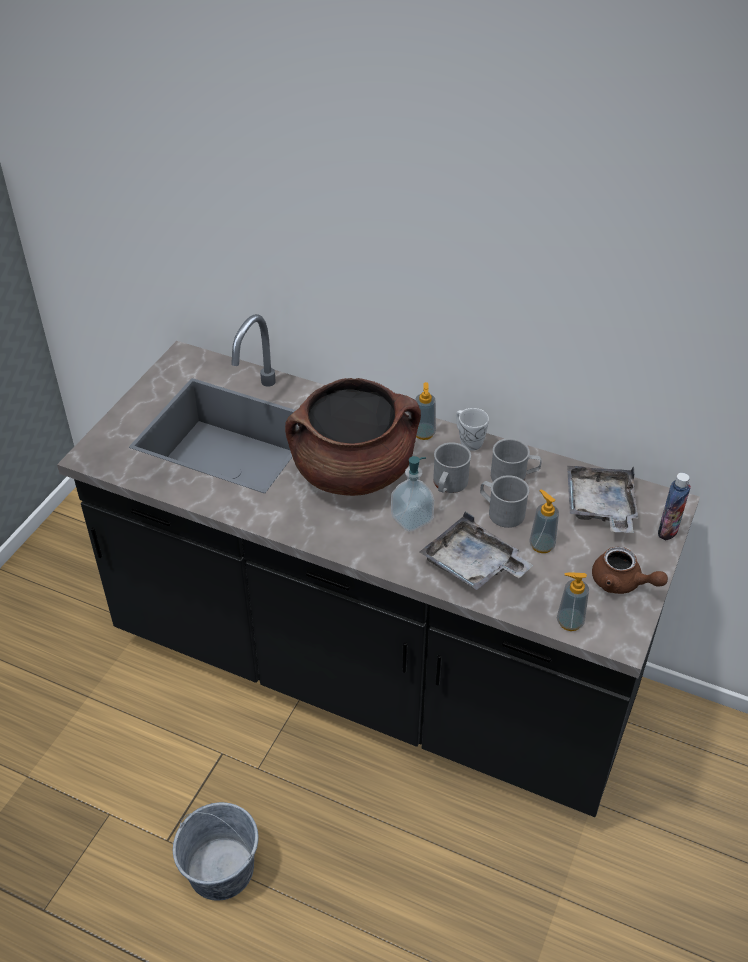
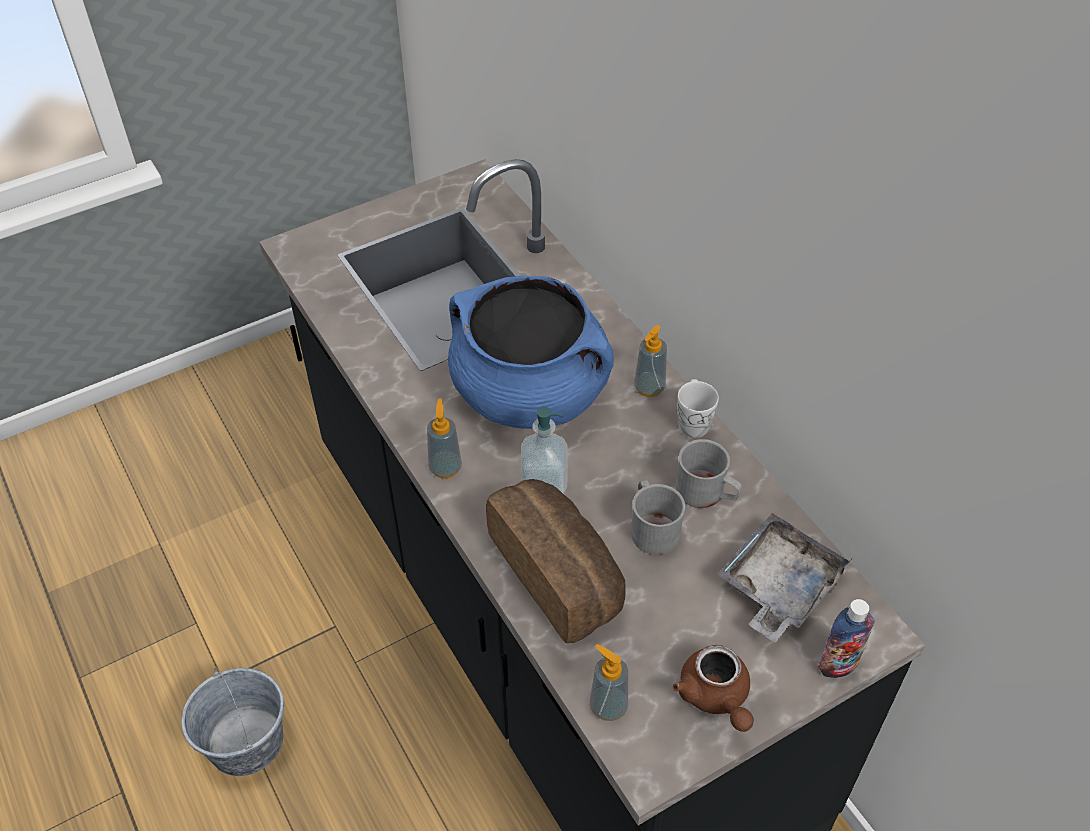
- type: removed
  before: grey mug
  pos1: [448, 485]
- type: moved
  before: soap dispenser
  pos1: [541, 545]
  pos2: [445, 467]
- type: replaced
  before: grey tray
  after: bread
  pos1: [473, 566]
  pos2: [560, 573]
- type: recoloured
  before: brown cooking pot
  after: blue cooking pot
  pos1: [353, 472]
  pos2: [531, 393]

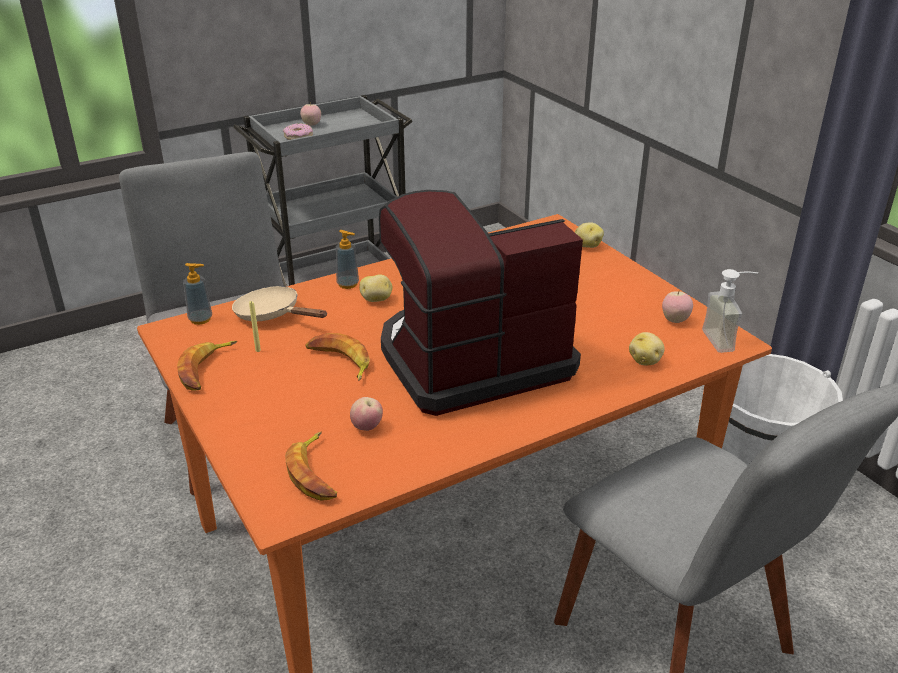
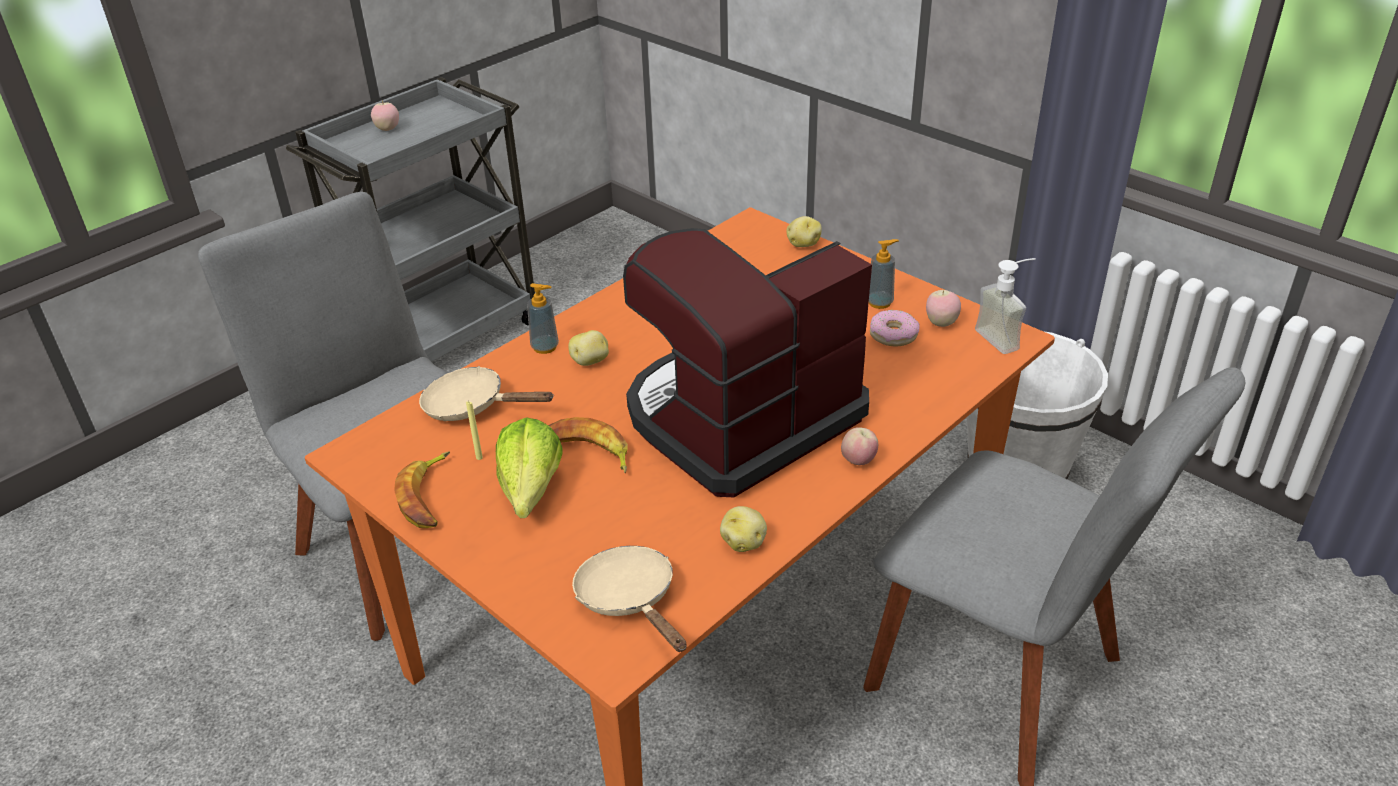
- type: added
  after: lettuce
  pos2: [527, 498]
- type: moved
  before: soap dispenser
  pos1: [200, 319]
  pos2: [879, 302]
- type: moved
  before: donut
  pos1: [298, 137]
  pos2: [893, 335]
- type: moved
  before: apple
  pos1: [367, 427]
  pos2: [858, 461]
- type: moved
  before: potato
  pos1: [645, 361]
  pos2: [744, 542]
- type: replaced
  before: banana
  after: beige frying pan
  pos1: [315, 473]
  pos2: [630, 600]

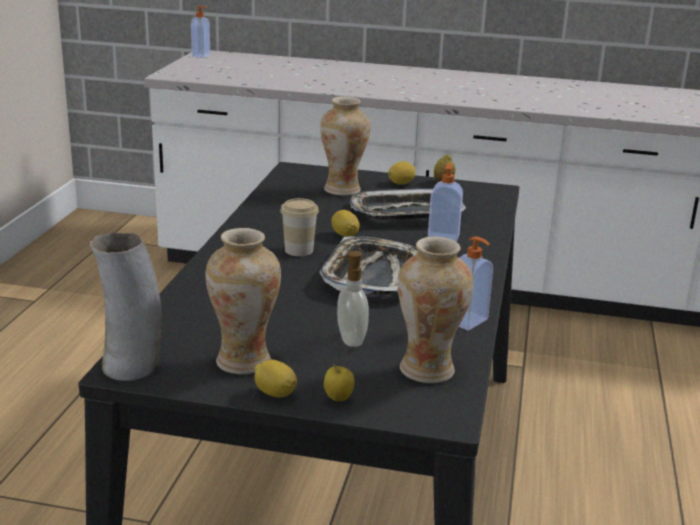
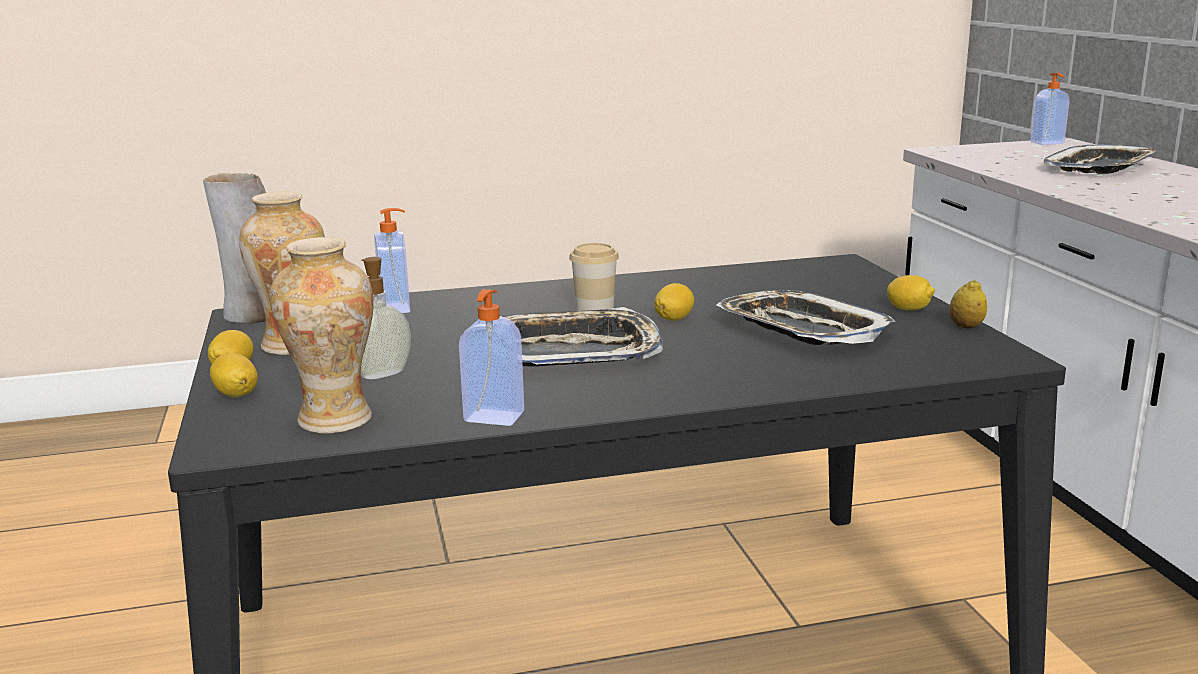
- type: removed
  before: vase
  pos1: [342, 190]
- type: added
  after: tray
  pos2: [1100, 168]
- type: moved
  before: soap dispenser
  pos1: [443, 237]
  pos2: [396, 308]
- type: replaced
  before: apple
  after: lemon
  pos1: [338, 399]
  pos2: [236, 394]

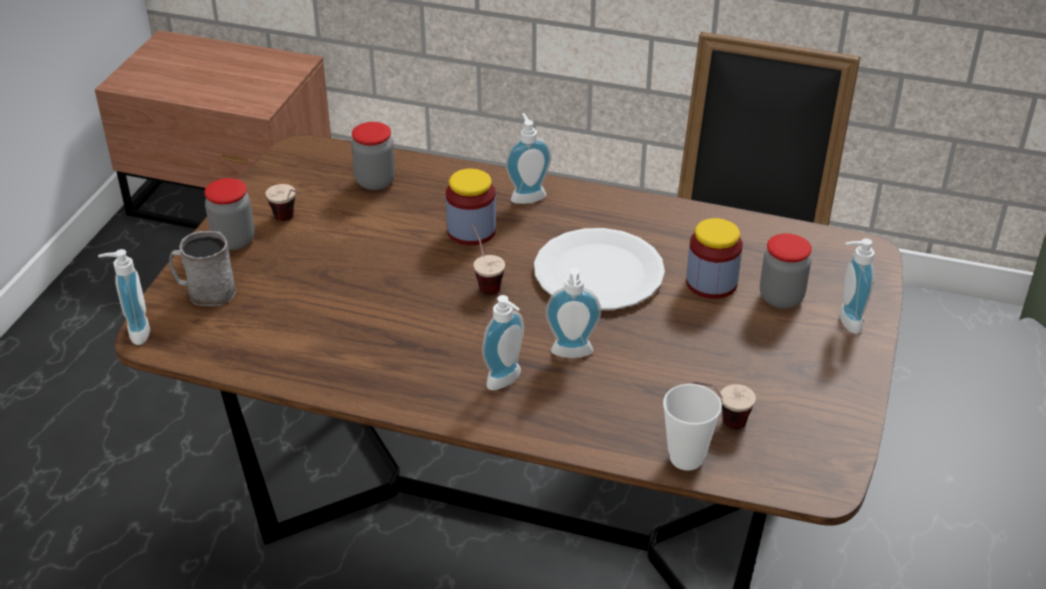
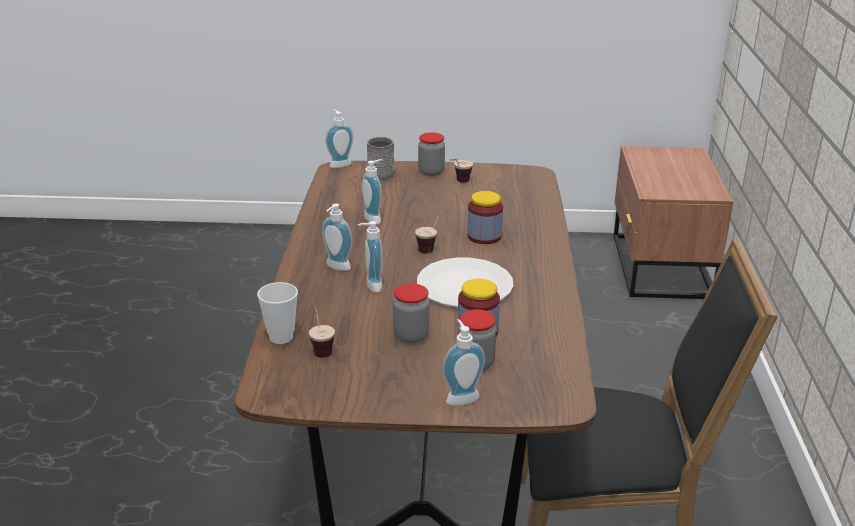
- type: moved
  before: jar
  pos1: [375, 181]
  pos2: [411, 336]
- type: moved
  before: soap dispenser
  pos1: [527, 195]
  pos2: [375, 218]

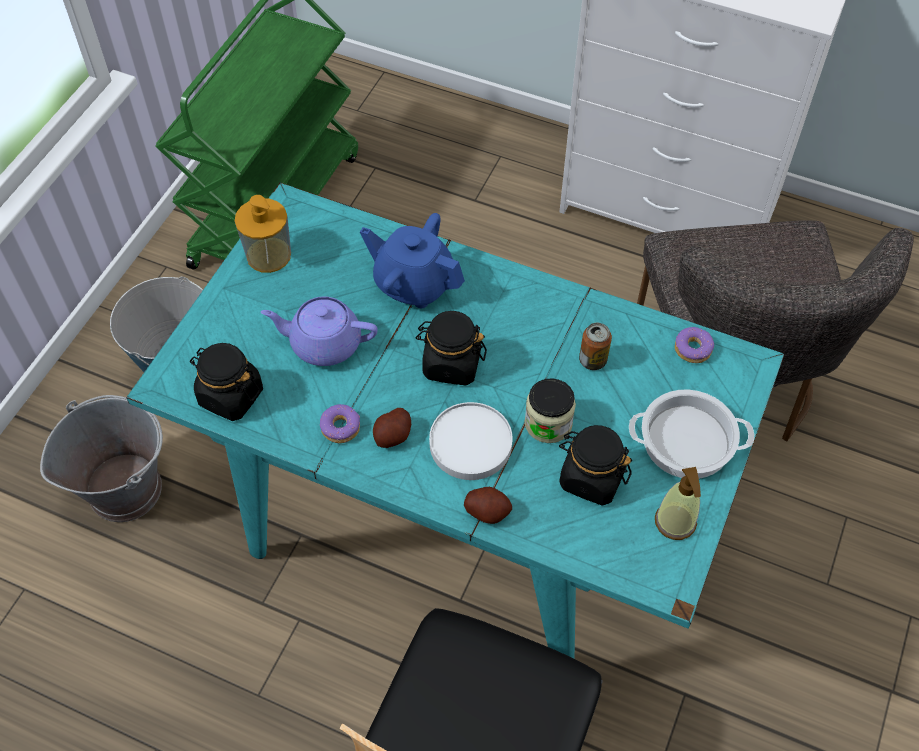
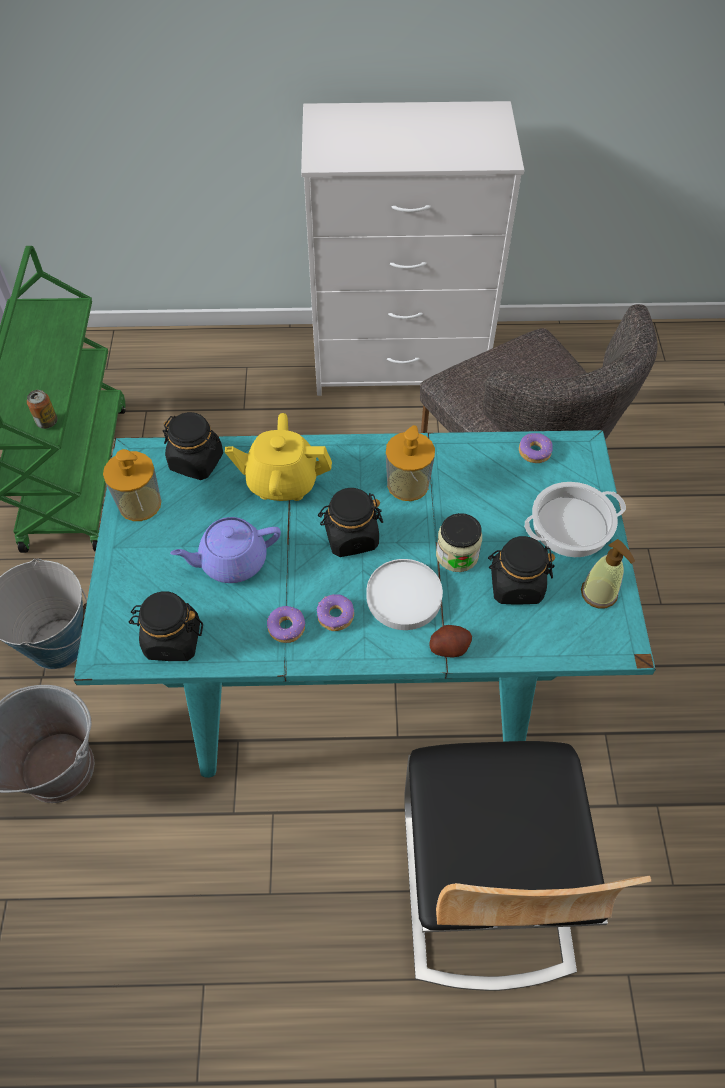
- type: added
  after: black jar
  pos2: [197, 461]
- type: added
  after: soap dispenser
  pos2: [408, 484]
- type: moved
  before: can
  pos1: [593, 360]
  pos2: [47, 422]
- type: replaced
  before: potato
  after: donut
  pos1: [393, 435]
  pos2: [335, 616]
- type: recoloured
  before: blue teapot
  after: yellow teapot
  pos1: [413, 284]
  pos2: [282, 482]

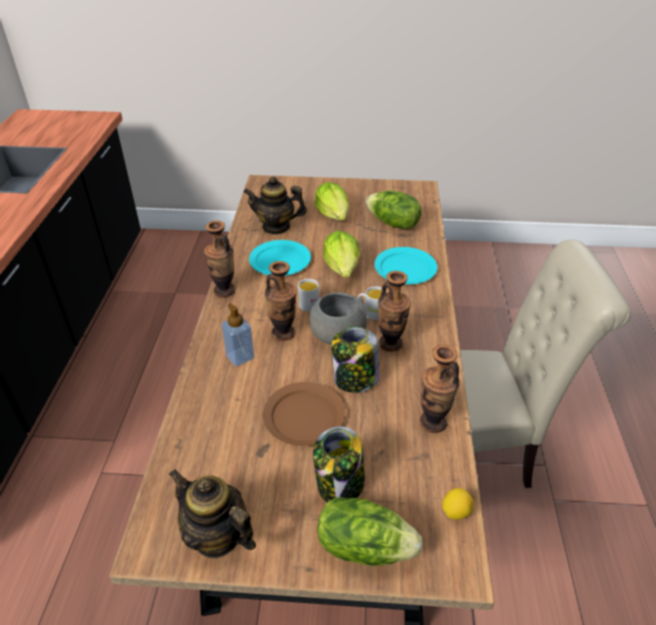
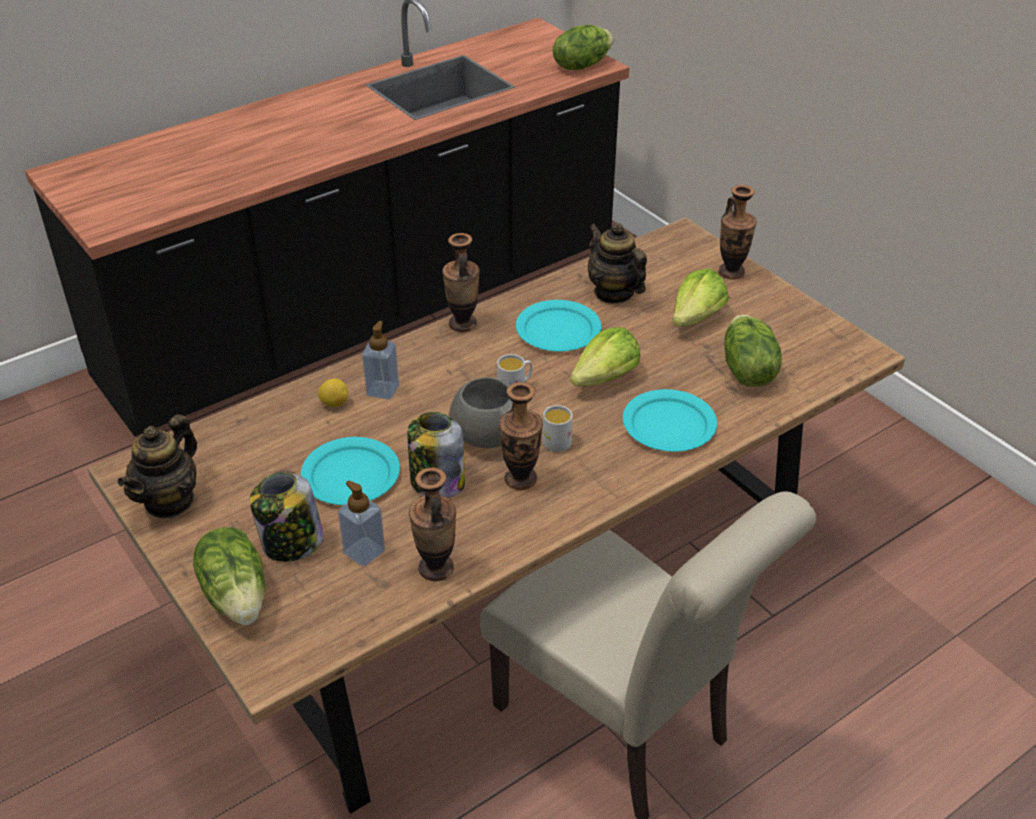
- type: added
  after: soap dispenser
  pos2: [364, 552]
- type: added
  after: lettuce
  pos2: [581, 65]
- type: moved
  before: vase
  pos1: [283, 333]
  pos2: [731, 272]
- type: moved
  before: lemon
  pos1: [455, 511]
  pos2: [334, 403]
- type: recoloured
  before: brown plate
  after: turquoise plate
  pos1: [304, 415]
  pos2: [351, 474]
- type: turned
  before: teapot
  pos1: [217, 536]
  pos2: [169, 500]
  turn: -150

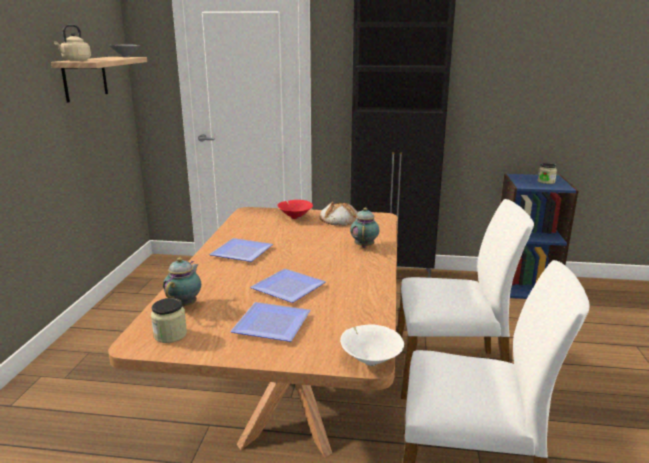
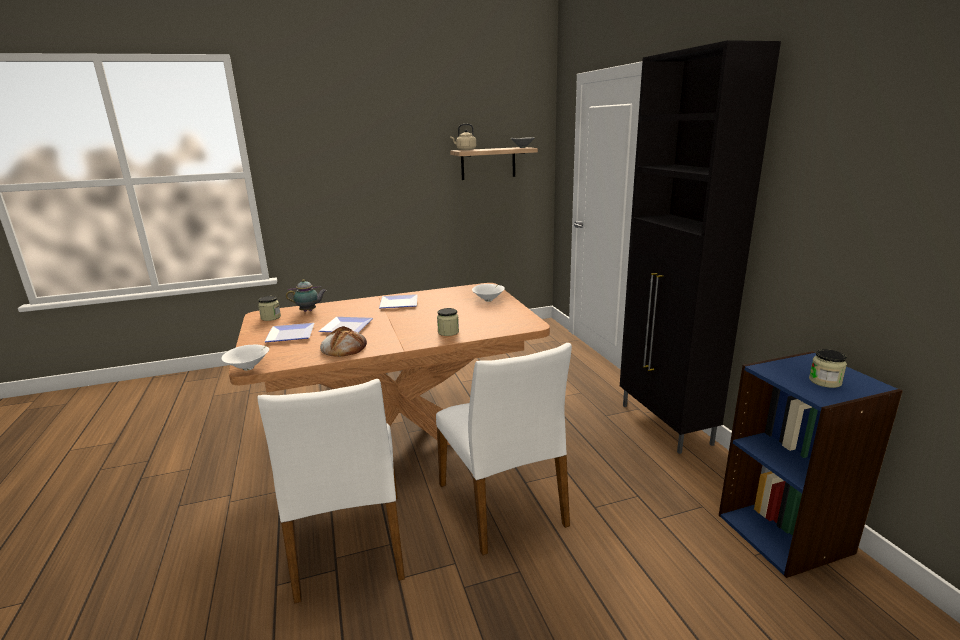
- type: moved
  before: bread
  pos1: [339, 219]
  pos2: [343, 347]
- type: replaced
  before: teapot
  after: jar
  pos1: [364, 246]
  pos2: [448, 332]
- type: recoloured
  before: red bowl
  after: white bowl
  pos1: [295, 217]
  pos2: [489, 300]

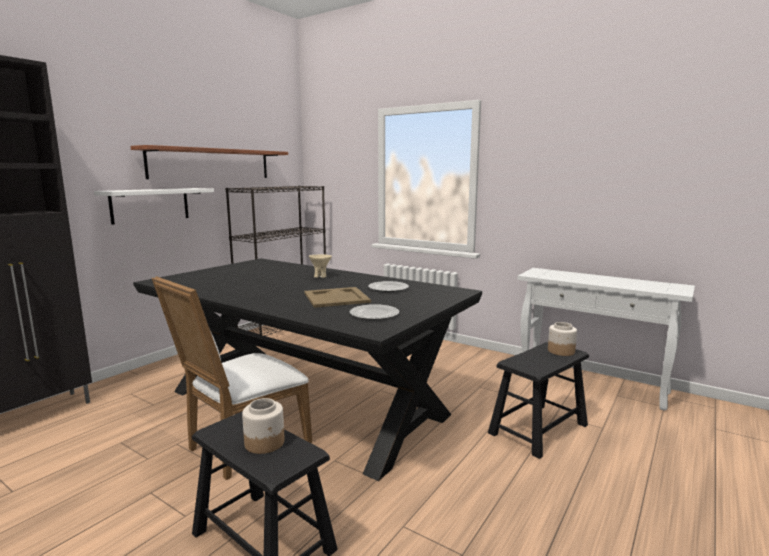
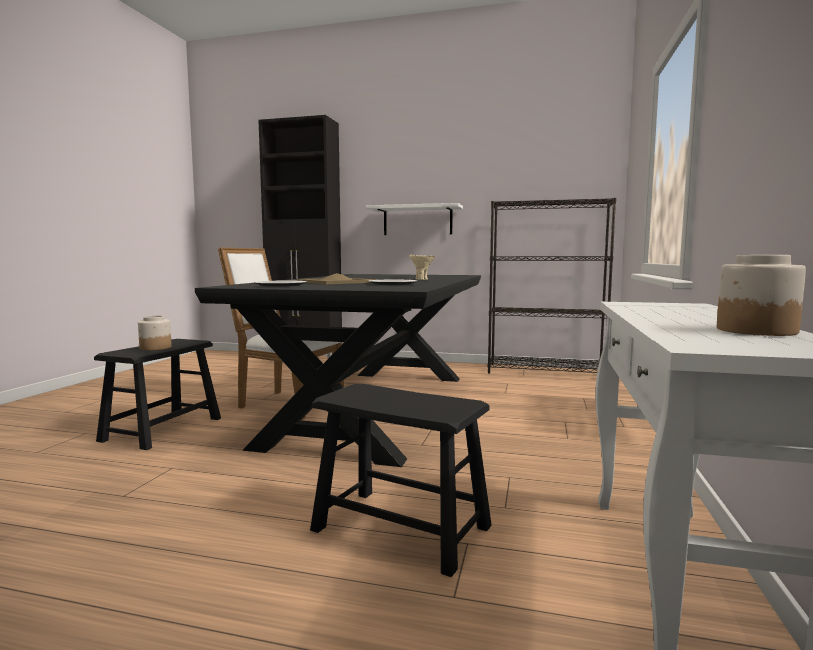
- type: removed
  before: shelf
  pos1: [212, 164]
- type: moved
  before: jar
  pos1: [560, 351]
  pos2: [755, 330]

